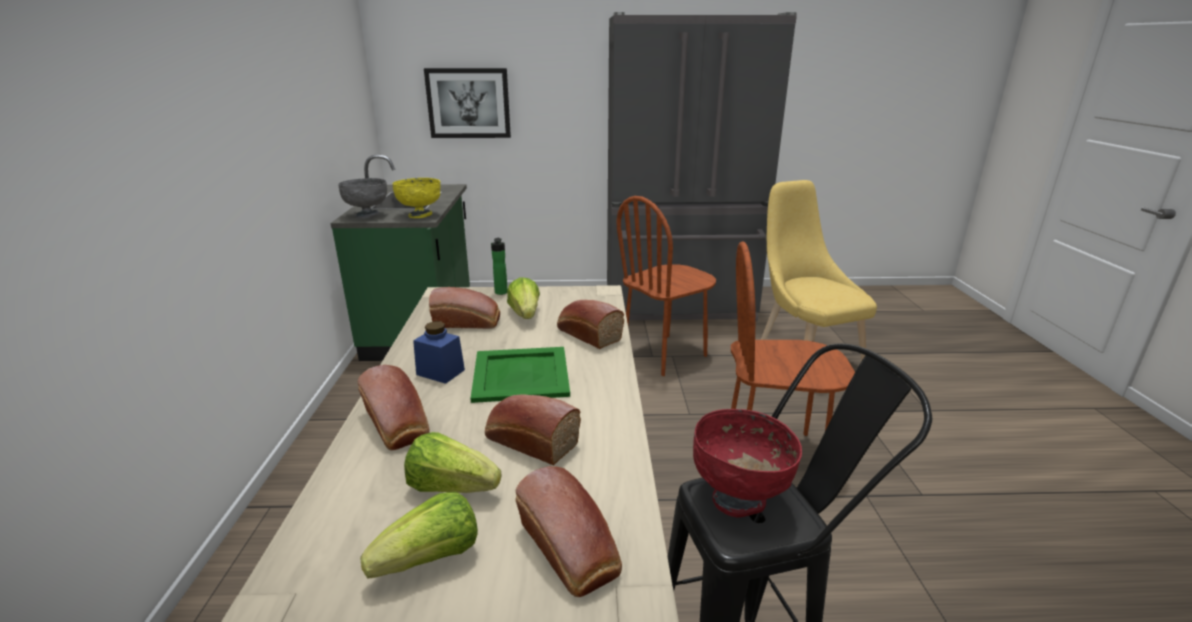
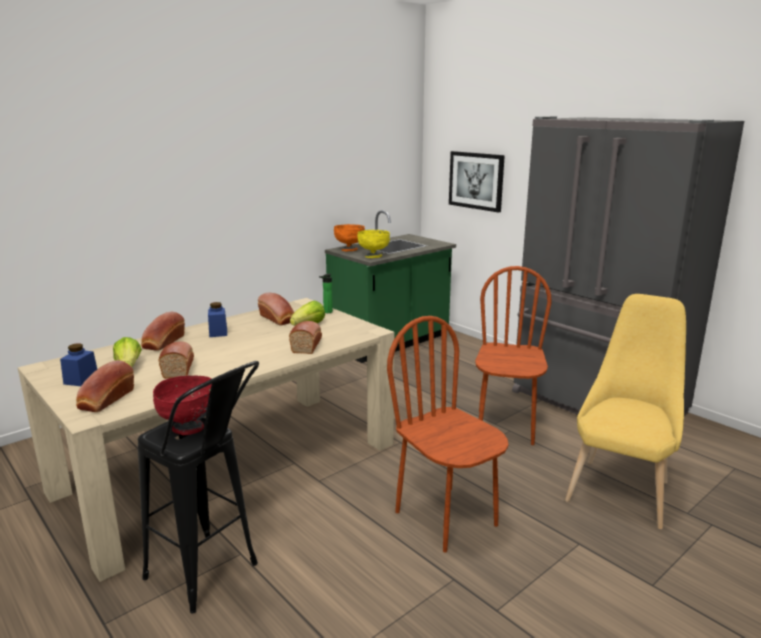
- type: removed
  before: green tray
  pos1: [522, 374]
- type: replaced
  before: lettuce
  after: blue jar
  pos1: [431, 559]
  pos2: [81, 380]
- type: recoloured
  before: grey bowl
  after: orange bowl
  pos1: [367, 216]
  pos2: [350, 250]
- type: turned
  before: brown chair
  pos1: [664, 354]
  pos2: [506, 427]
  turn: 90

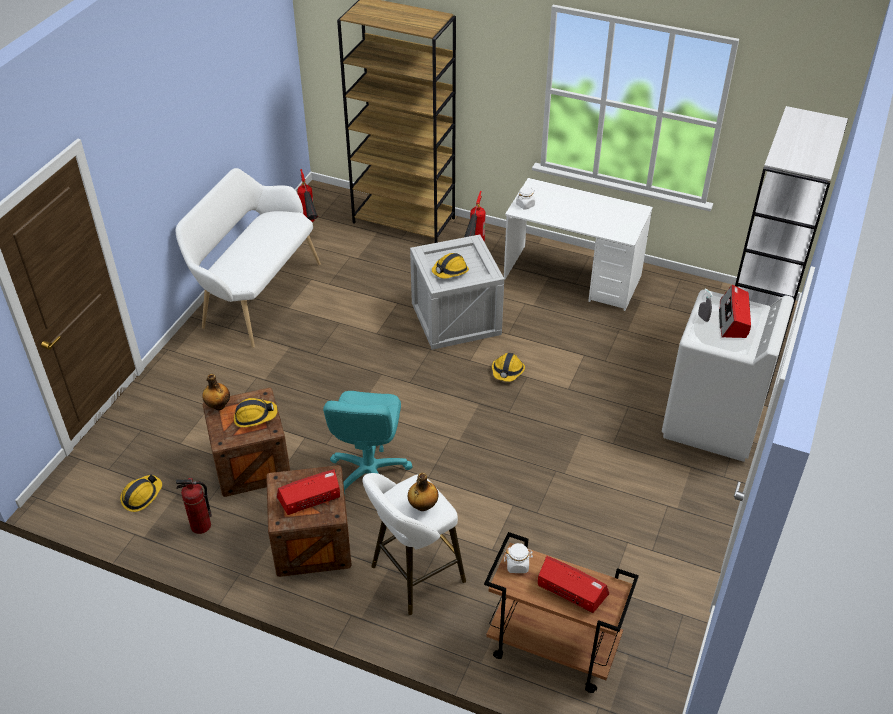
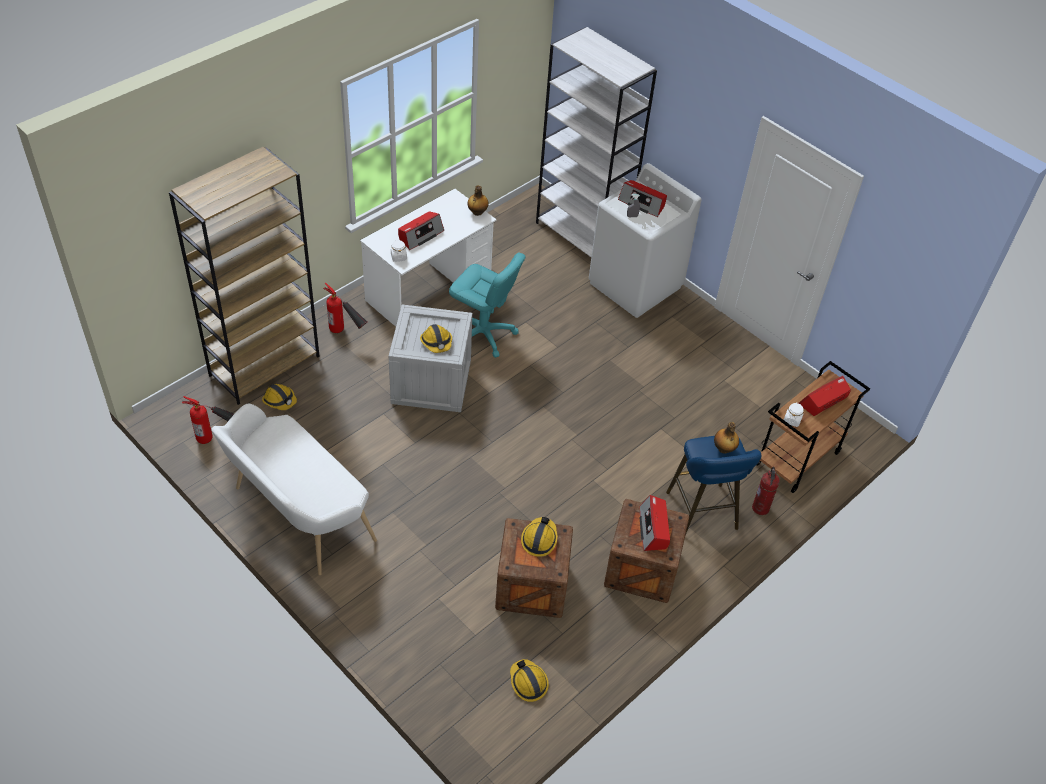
- type: added
  after: radio
  pos2: [420, 235]
- type: moved
  before: fire extinguisher
  pos1: [200, 526]
  pos2: [761, 508]
- type: moved
  before: bottle
  pos1: [218, 405]
  pos2: [477, 212]
- type: moved
  before: turquoise office chair
  pos1: [368, 473]
  pos2: [483, 334]
- type: moved
  before: hard hat
  pos1: [507, 372]
  pos2: [280, 400]
- type: recoloured
  before: white stool
  after: blue stool
  pos1: [413, 576]
  pos2: [703, 514]

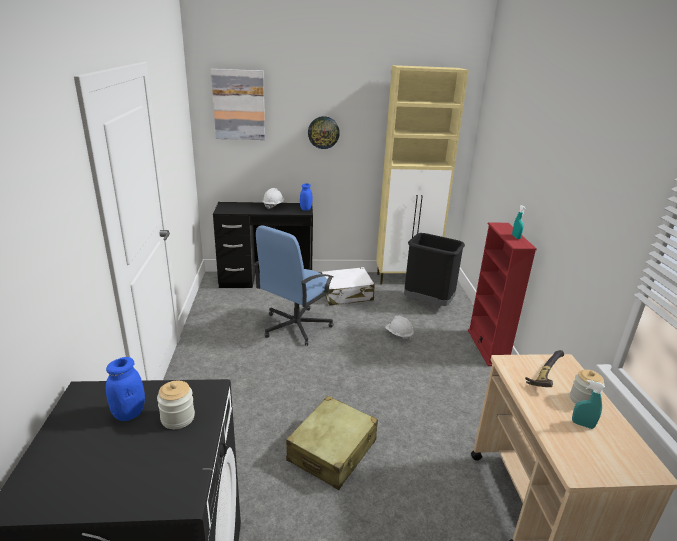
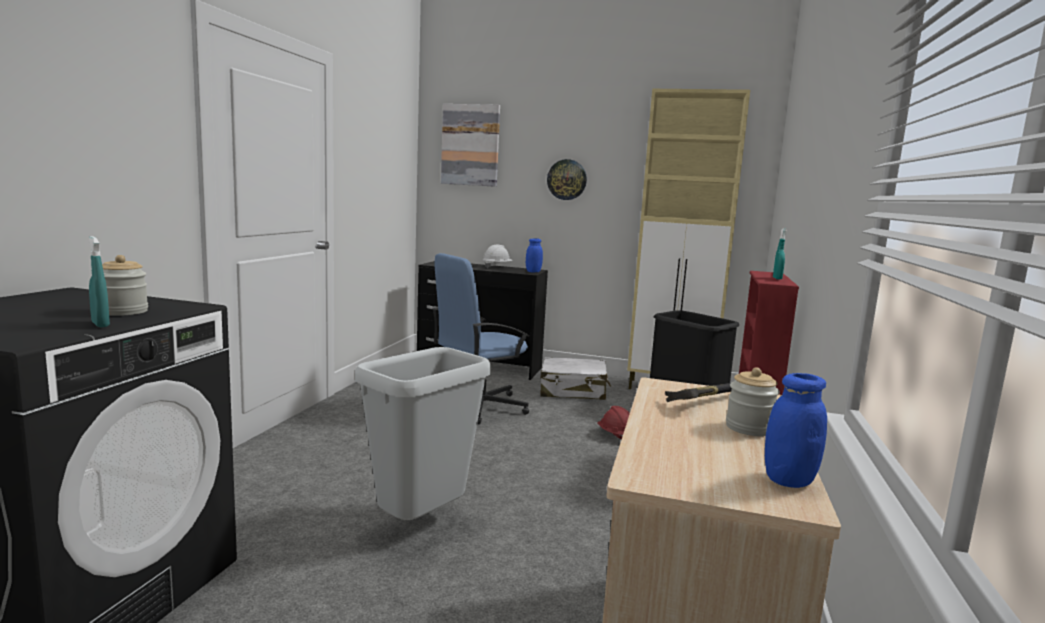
- type: moved
  before: blue jar
  pos1: [129, 413]
  pos2: [789, 480]
- type: moved
  before: turquoise spray bottle
  pos1: [582, 424]
  pos2: [100, 324]
- type: replaced
  before: beige suitcase
  after: grey trash can
  pos1: [332, 451]
  pos2: [421, 522]
- type: recoloured
  before: white hard hat
  after: red hard hat
  pos1: [399, 334]
  pos2: [616, 435]

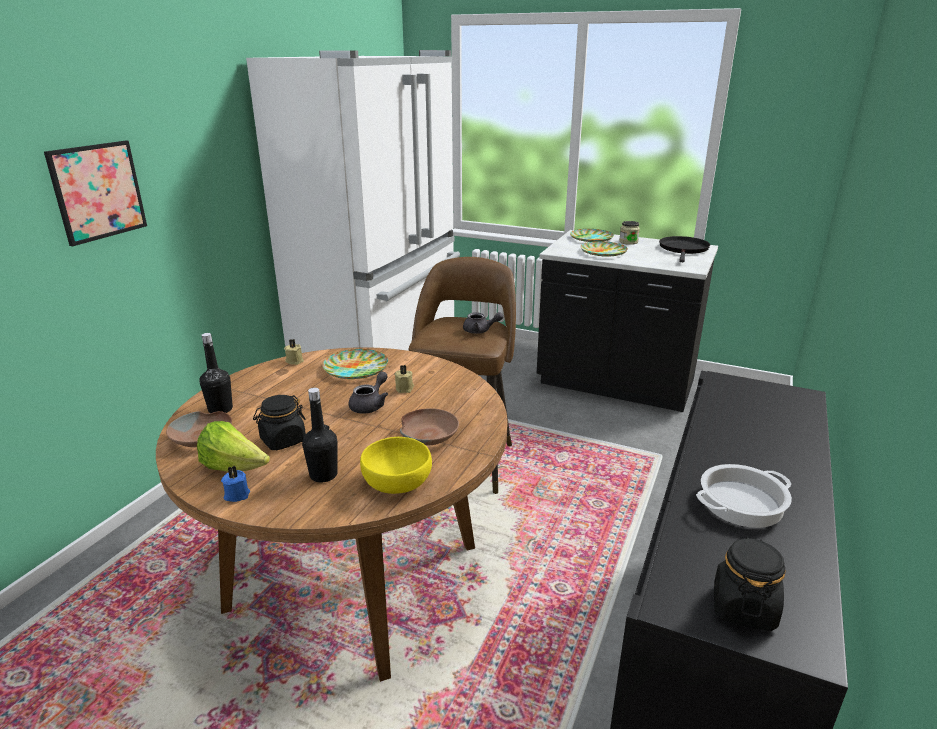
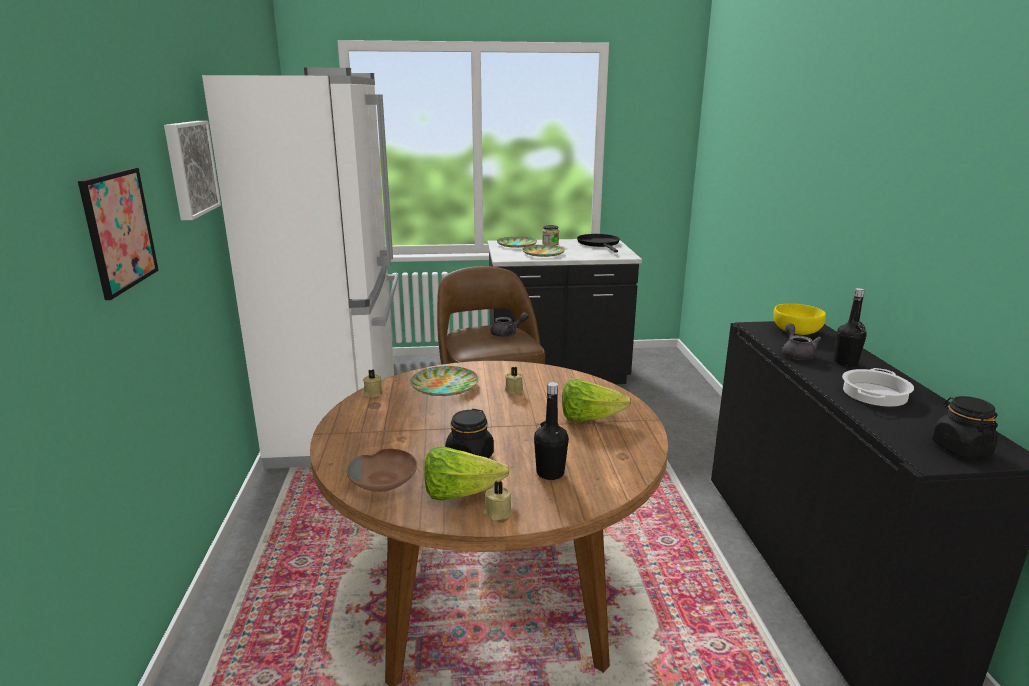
- type: added
  after: picture
  pos2: [189, 168]
- type: moved
  before: black bottle
  pos1: [220, 409]
  pos2: [845, 363]
- type: moved
  before: grey teapot
  pos1: [370, 405]
  pos2: [796, 354]
- type: moved
  before: yellow bowl
  pos1: [396, 482]
  pos2: [796, 331]
- type: replaced
  before: brown bowl
  after: lettuce
  pos1: [429, 435]
  pos2: [589, 419]
- type: recoloured
  before: blue candle
  after: beige candle
  pos1: [236, 494]
  pos2: [497, 512]

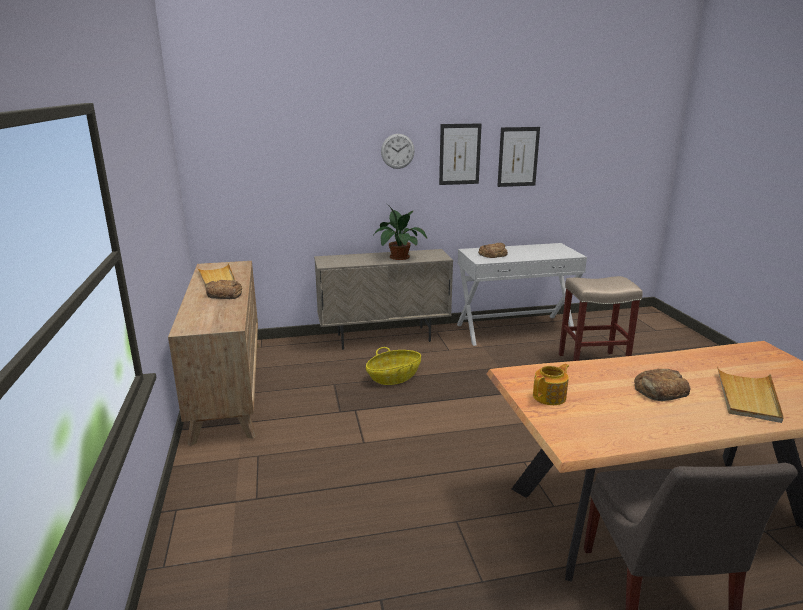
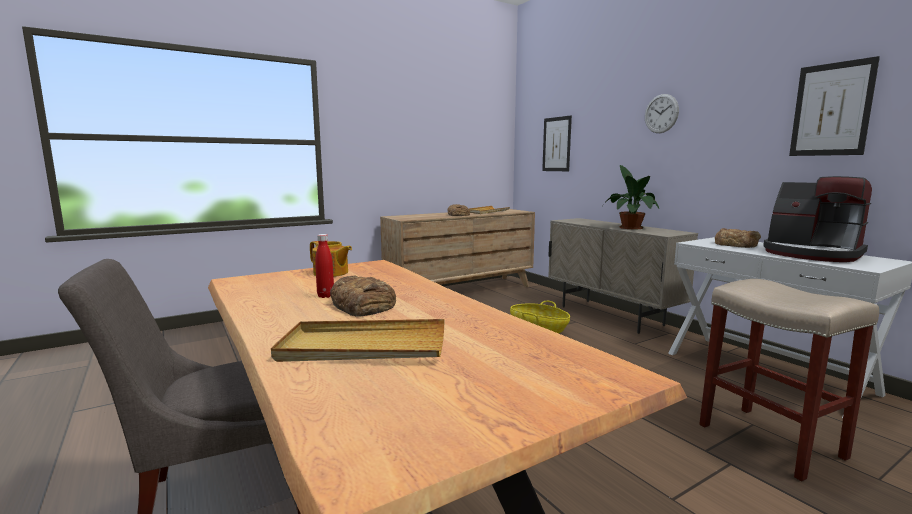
- type: added
  after: red bottle
  pos2: [325, 296]
- type: added
  after: coffee machine
  pos2: [812, 254]
- type: moved
  before: picture
  pos1: [459, 154]
  pos2: [556, 144]

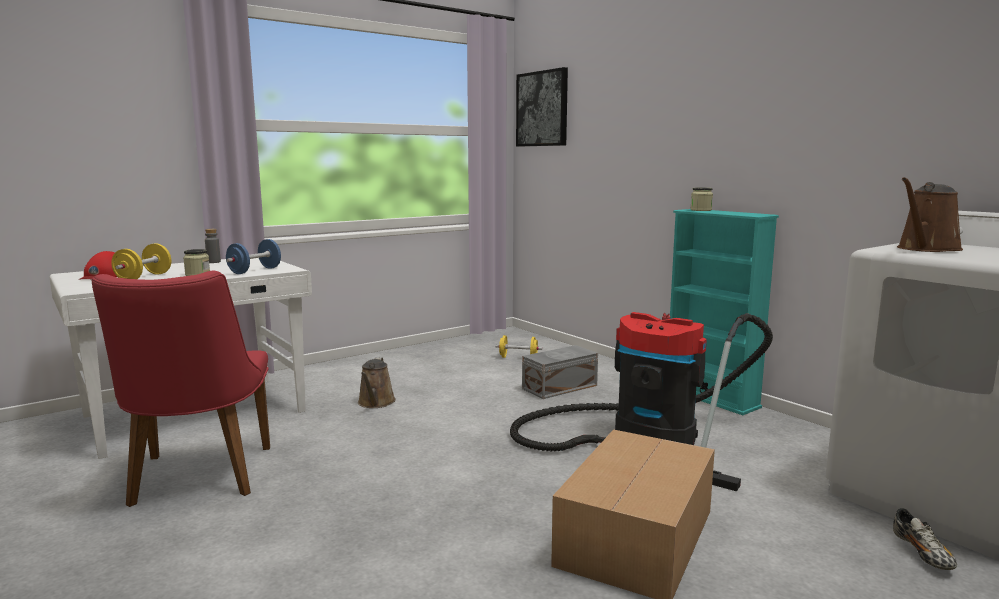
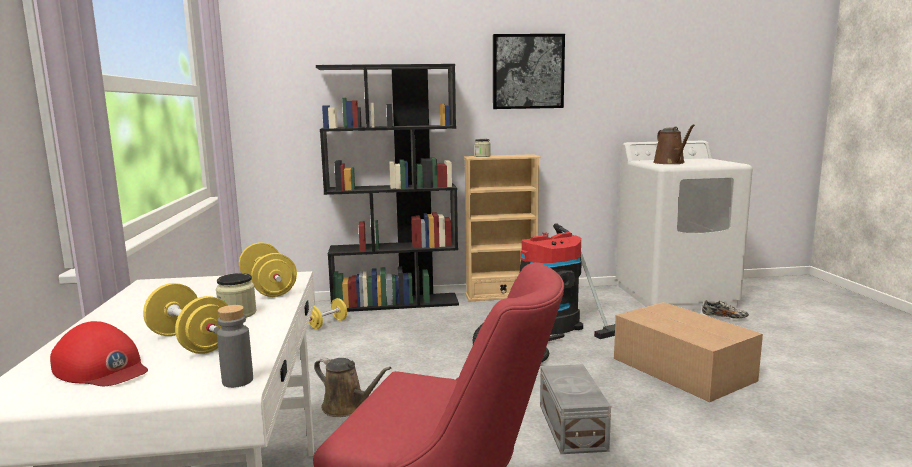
- type: added
  after: black bookcase
  pos2: [396, 303]
- type: moved
  before: grey bottle
  pos1: [213, 262]
  pos2: [237, 381]
- type: moved
  before: picture
  pos1: [542, 109]
  pos2: [528, 72]
- type: moved
  before: grey storage box
  pos1: [558, 387]
  pos2: [571, 427]
- type: recoloured
  before: blue dumbbell
  after: yellow dumbbell
  pos1: [255, 271]
  pos2: [268, 289]
- type: recoloured
  before: turquoise bookcase
  after: beige bookcase
  pos1: [710, 397]
  pos2: [501, 295]

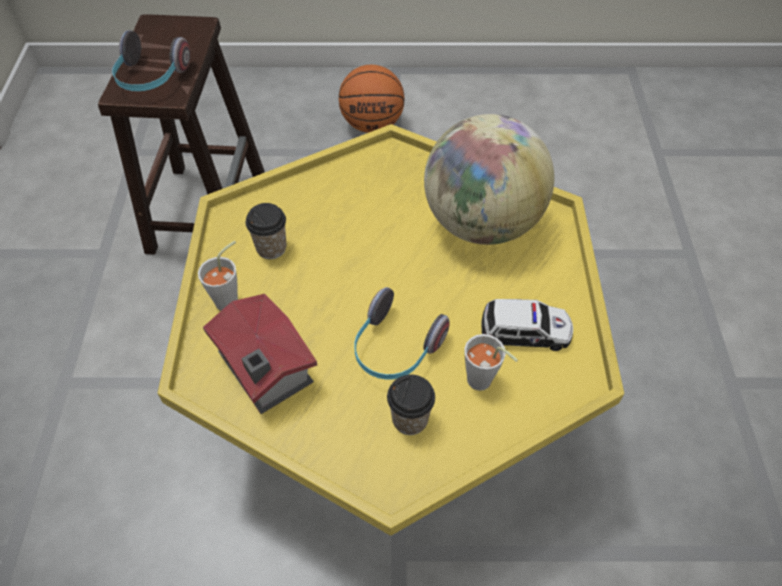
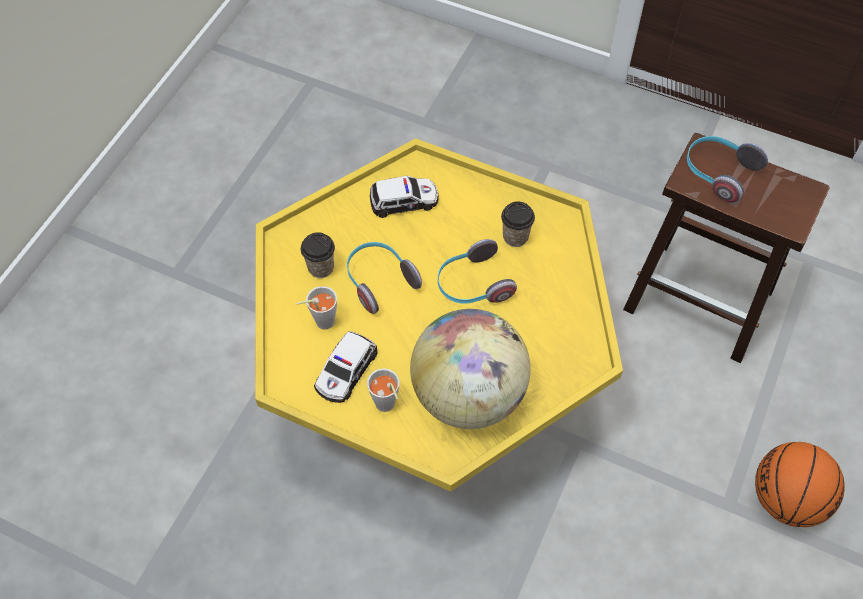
- type: added
  after: headphones
  pos2: [472, 285]
- type: moved
  before: grey cup
  pos1: [231, 299]
  pos2: [386, 407]
- type: replaced
  before: toy house
  after: toy car
  pos1: [264, 372]
  pos2: [404, 201]

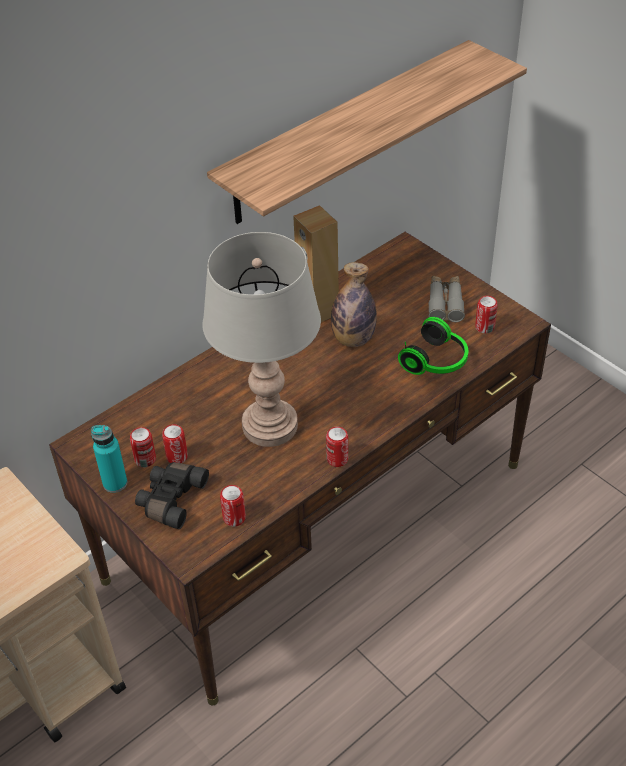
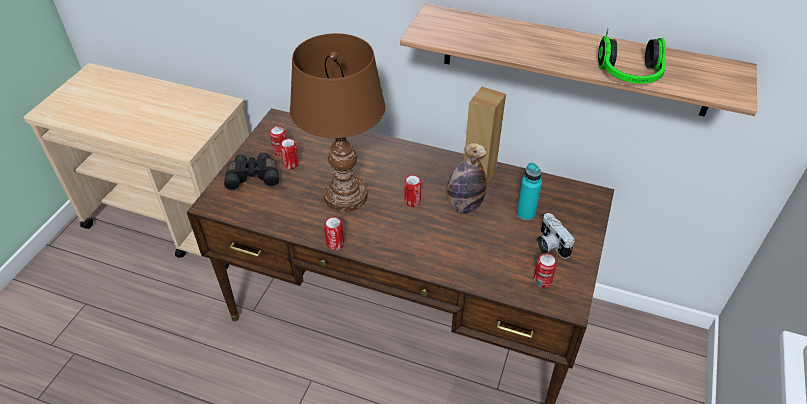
- type: moved
  before: turquoise bottle
  pos1: [115, 483]
  pos2: [525, 213]
- type: moved
  before: can
  pos1: [234, 518]
  pos2: [412, 201]
- type: moved
  before: headphones
  pos1: [437, 361]
  pos2: [630, 75]
- type: replaced
  before: grey binoculars
  after: photo camera
  pos1: [445, 303]
  pos2: [549, 245]
- type: recoloured
  before: grey table lamp
  after: brown table lamp
  pos1: [270, 426]
  pos2: [345, 196]

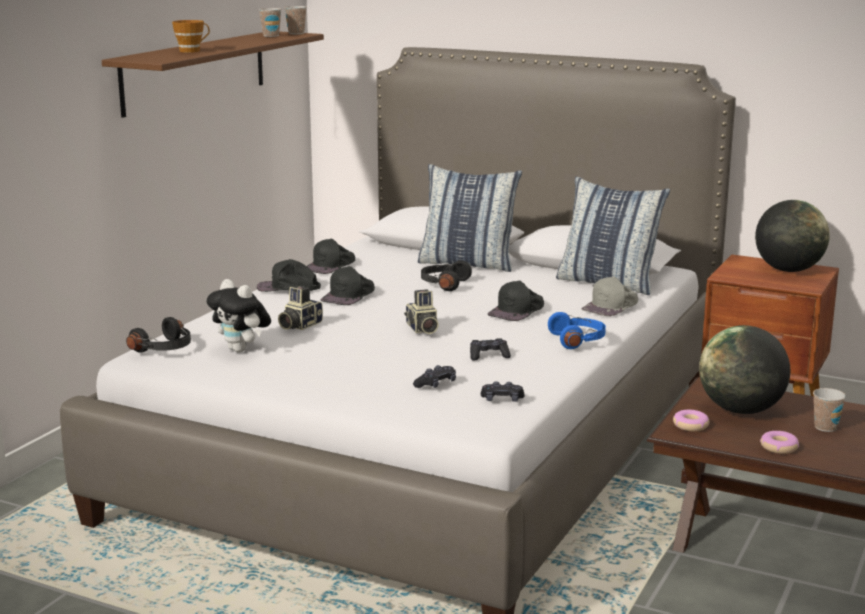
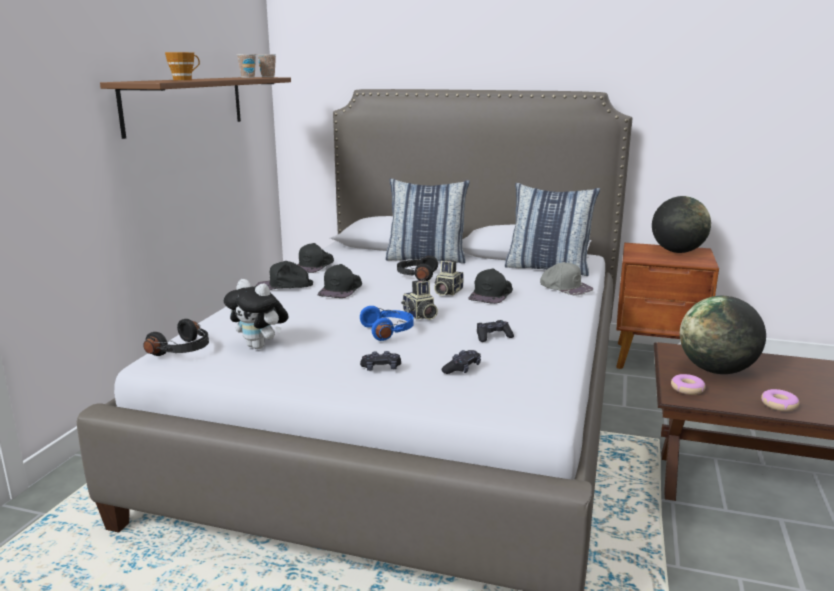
- type: removed
  before: cup
  pos1: [825, 427]
- type: moved
  before: photo camera
  pos1: [299, 325]
  pos2: [447, 292]
- type: moved
  before: black game controller
  pos1: [502, 400]
  pos2: [381, 368]
- type: moved
  before: blue headphones
  pos1: [578, 340]
  pos2: [389, 331]
- type: turned
  before: grey cap
  pos1: [611, 307]
  pos2: [565, 287]
  turn: -75

